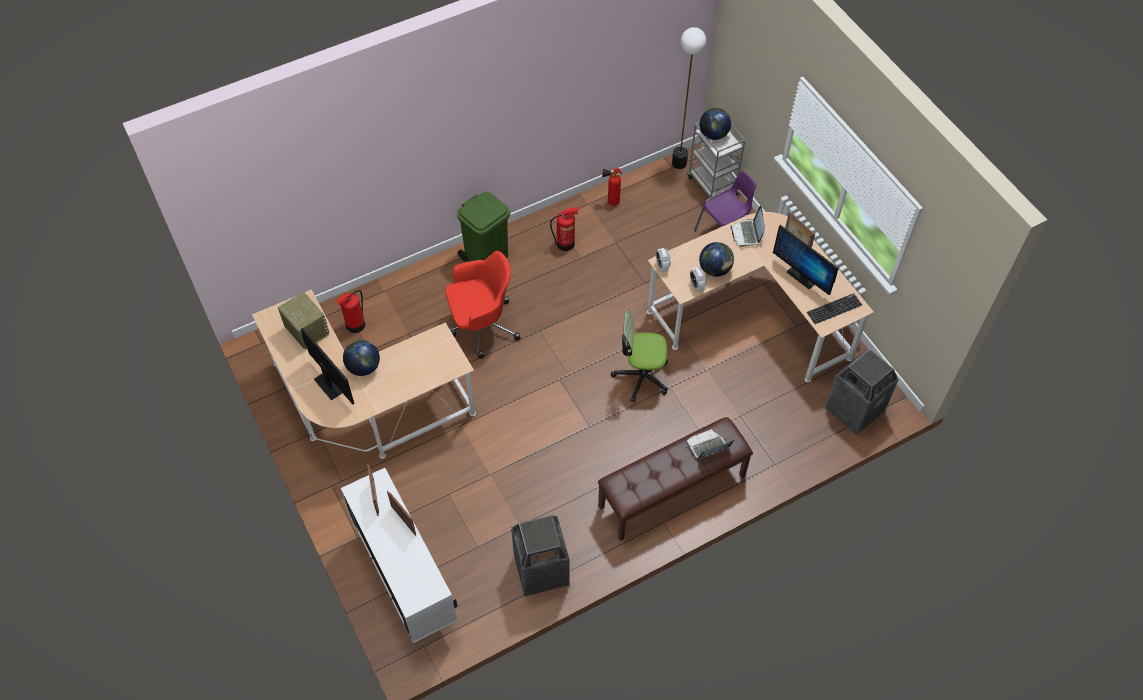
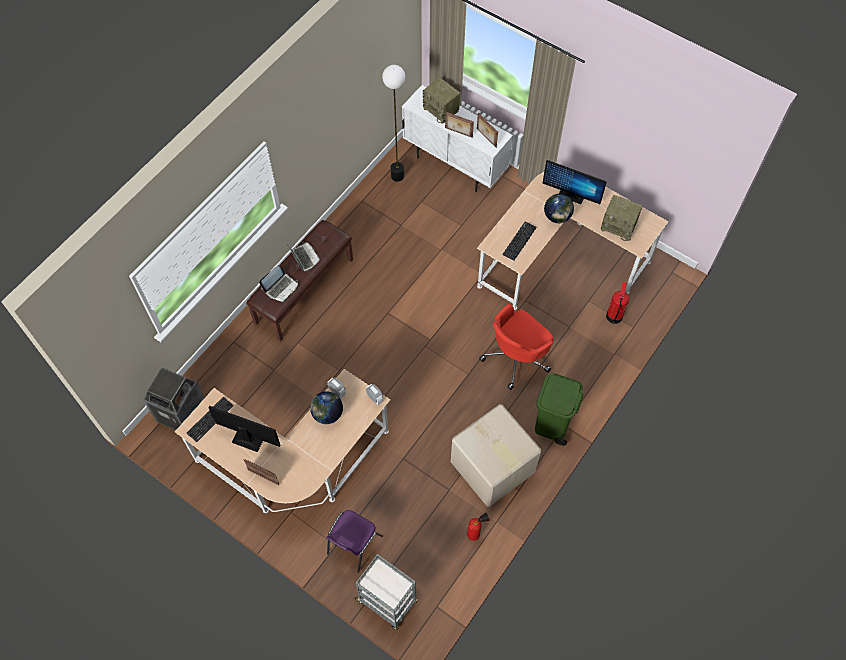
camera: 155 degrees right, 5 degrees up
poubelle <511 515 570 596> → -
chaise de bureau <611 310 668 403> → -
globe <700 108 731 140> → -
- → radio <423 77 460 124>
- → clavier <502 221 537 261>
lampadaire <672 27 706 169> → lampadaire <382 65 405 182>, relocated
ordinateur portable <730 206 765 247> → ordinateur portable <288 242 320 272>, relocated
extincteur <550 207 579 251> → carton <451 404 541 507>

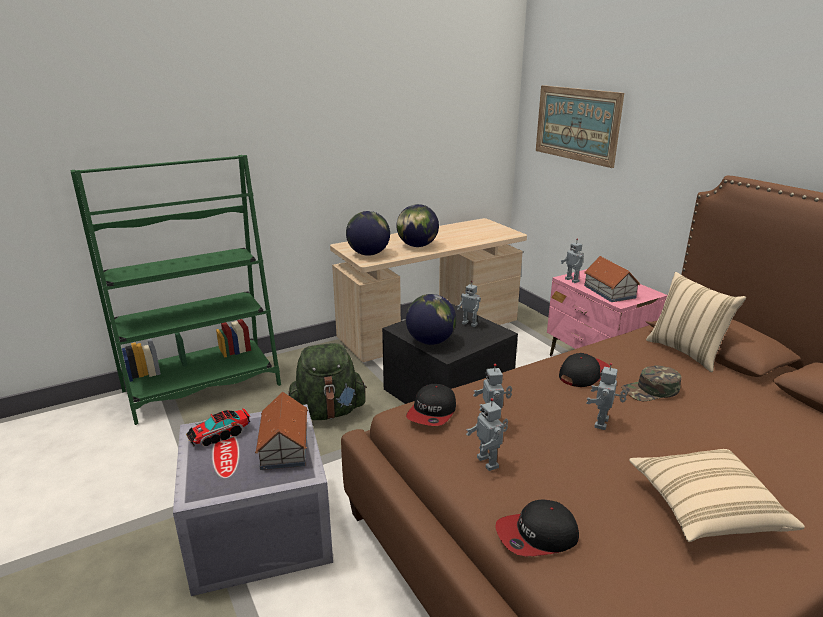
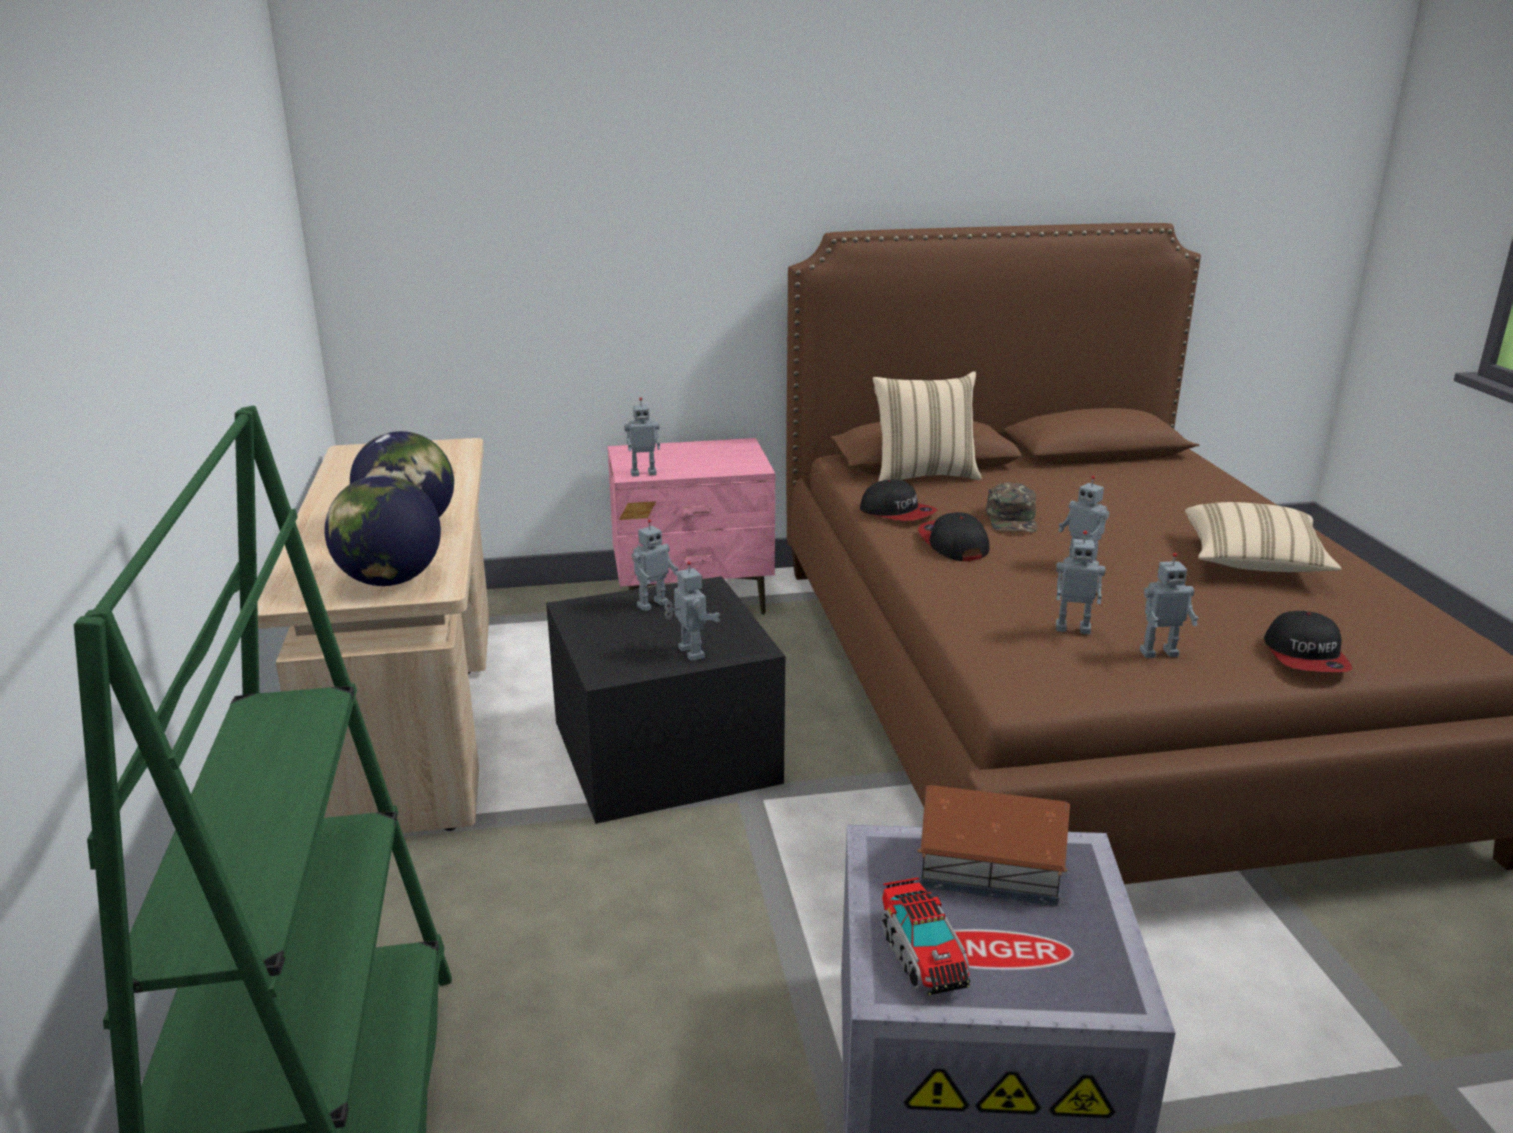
camera: 70 degrees left, 0 degrees up
sac à dos/vert <288 343 367 420> → -
tableau <536 85 624 168> → -
maison miniature <584 256 640 302> → -
casquette <406 384 456 426> → casquette <860 480 937 521>, relocated
globe <406 294 456 345> → robot jouet <664 561 720 661>

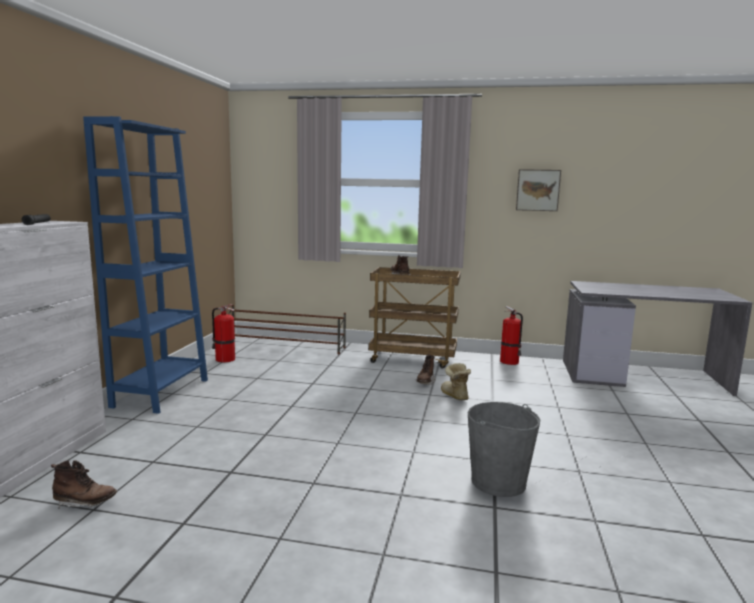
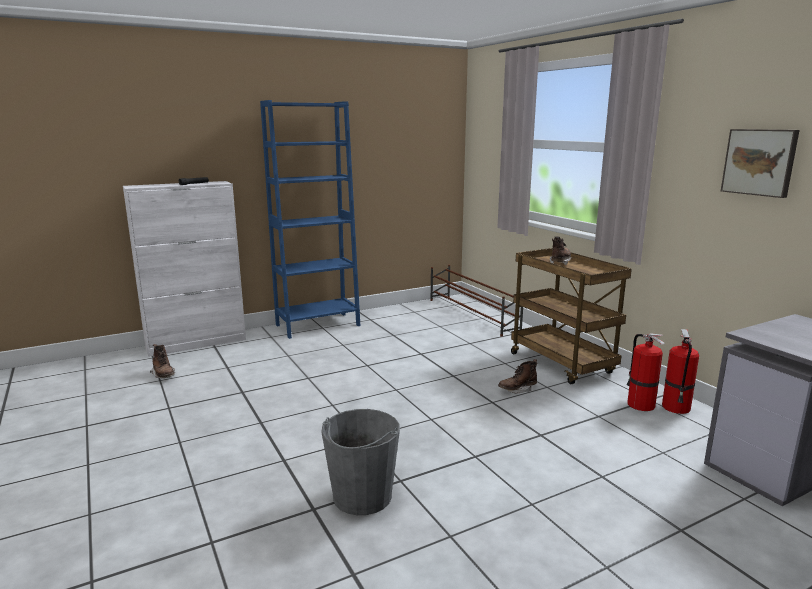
camera: 50 degrees right, 5 degrees up
botte <441 363 471 400> → -
extincteur <212 304 235 362> → extincteur <627 333 665 411>, relocated

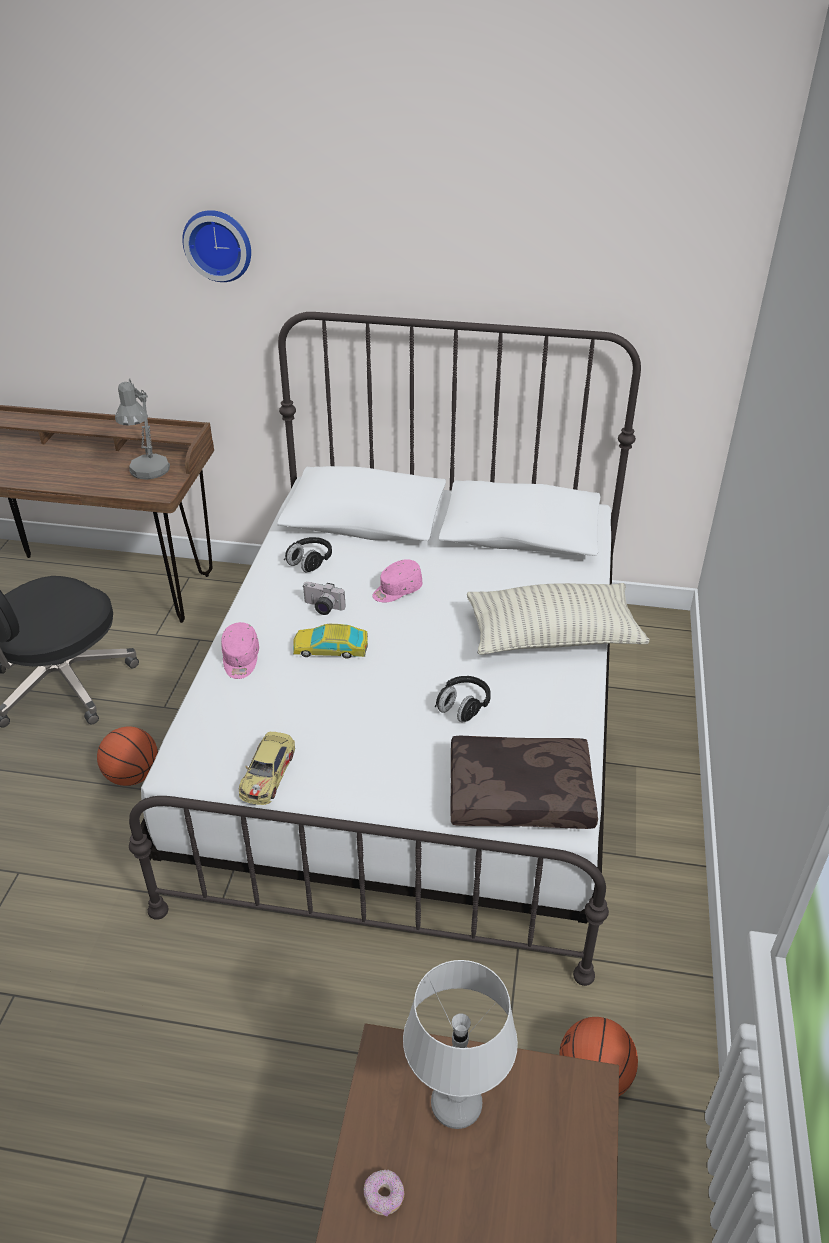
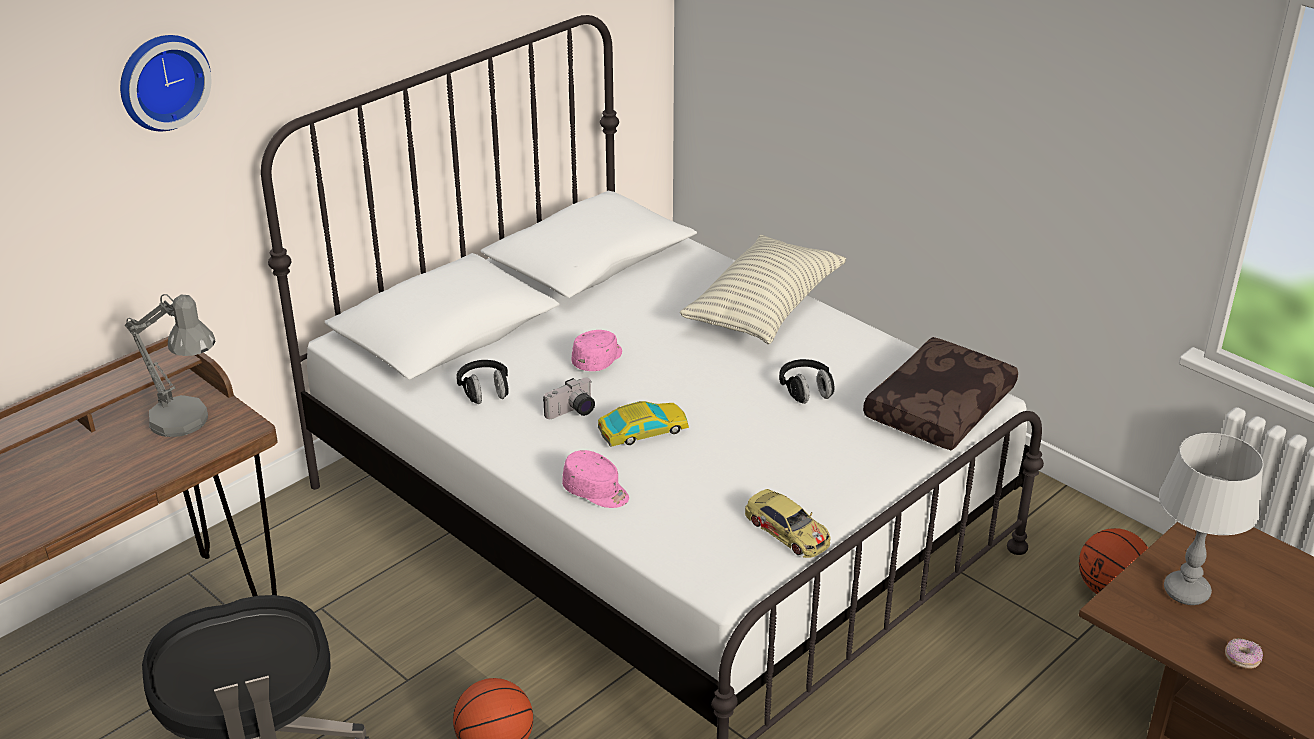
camera: 55 degrees left, 5 degrees down
petite voiture <293 624 368 659> → petite voiture <598 401 689 447>, 150 degrees counterclockwise
casquette/rose <373 559 423 602> → casquette/rose <572 330 622 371>, 150 degrees counterclockwise

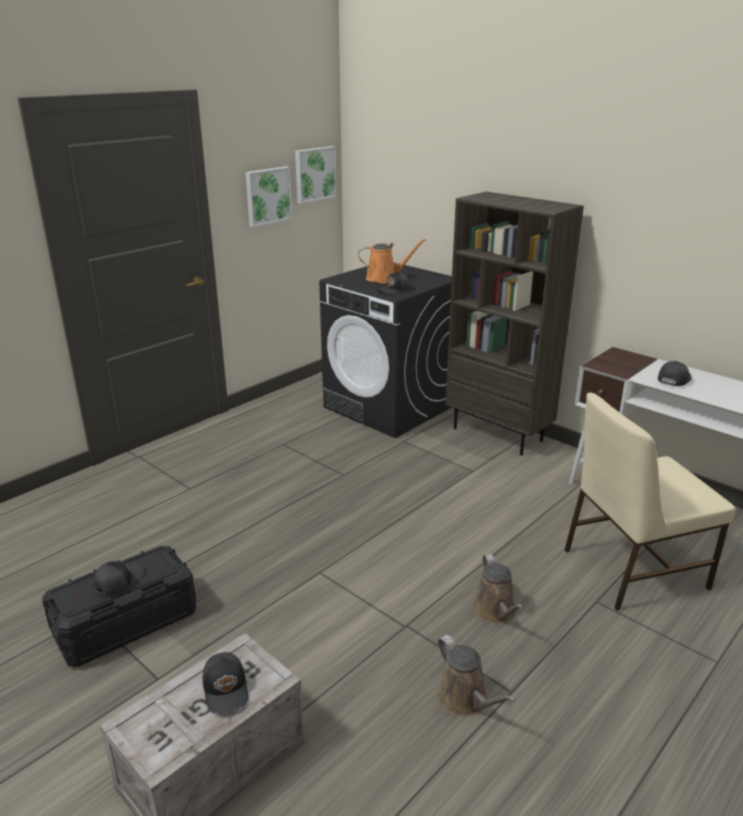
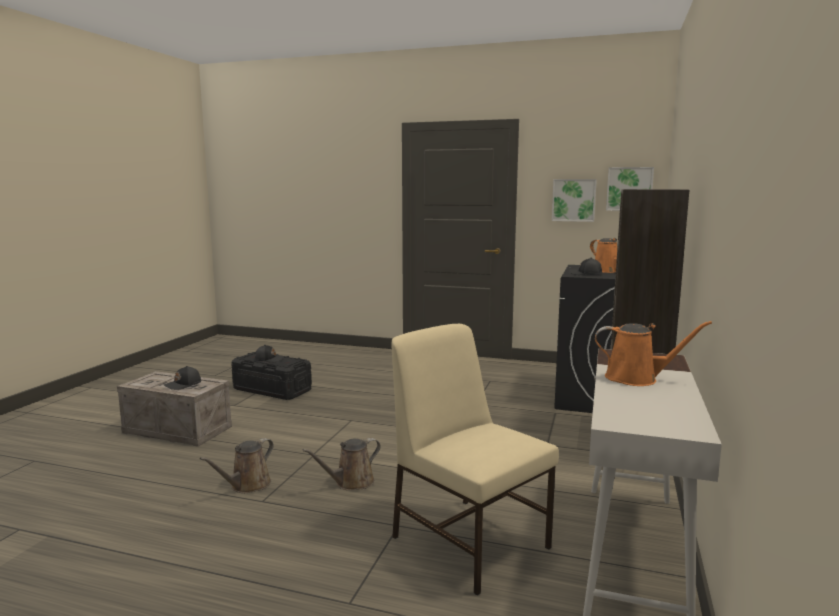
camera: 65 degrees right, 15 degrees down
casquette/noir <658 361 692 386> → arrosoir/orange <595 321 712 386>

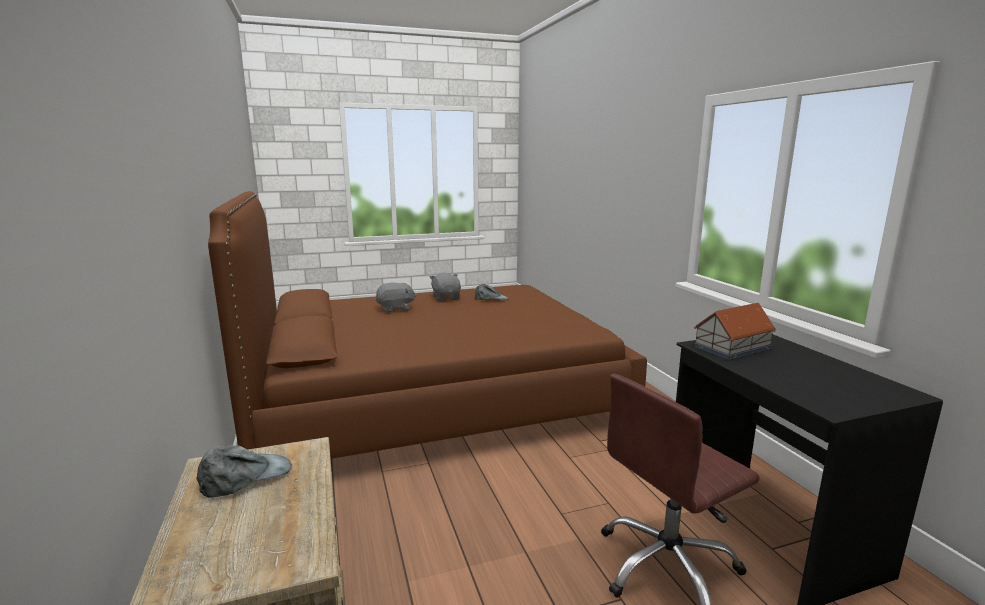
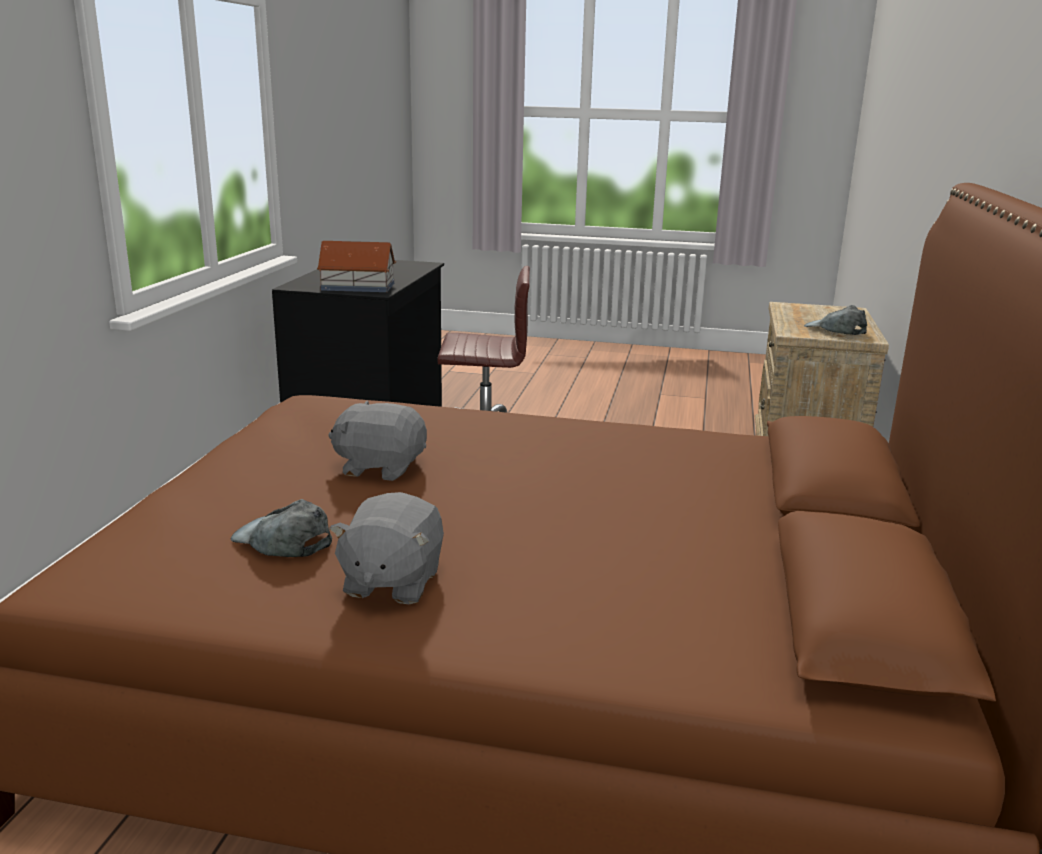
camera: 150 degrees left, 5 degrees up
peluche/gris <376 283 417 313> → peluche/gris <329 401 427 481>, relocated
casquette/gris <196 445 292 497> → casquette/gris <804 305 867 335>, 60 degrees clockwise

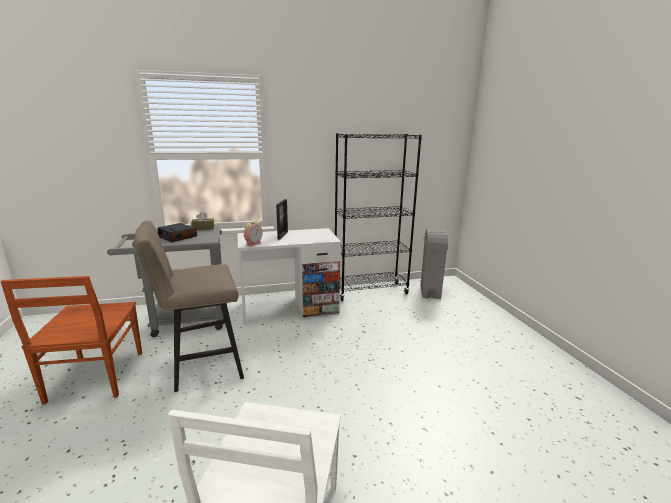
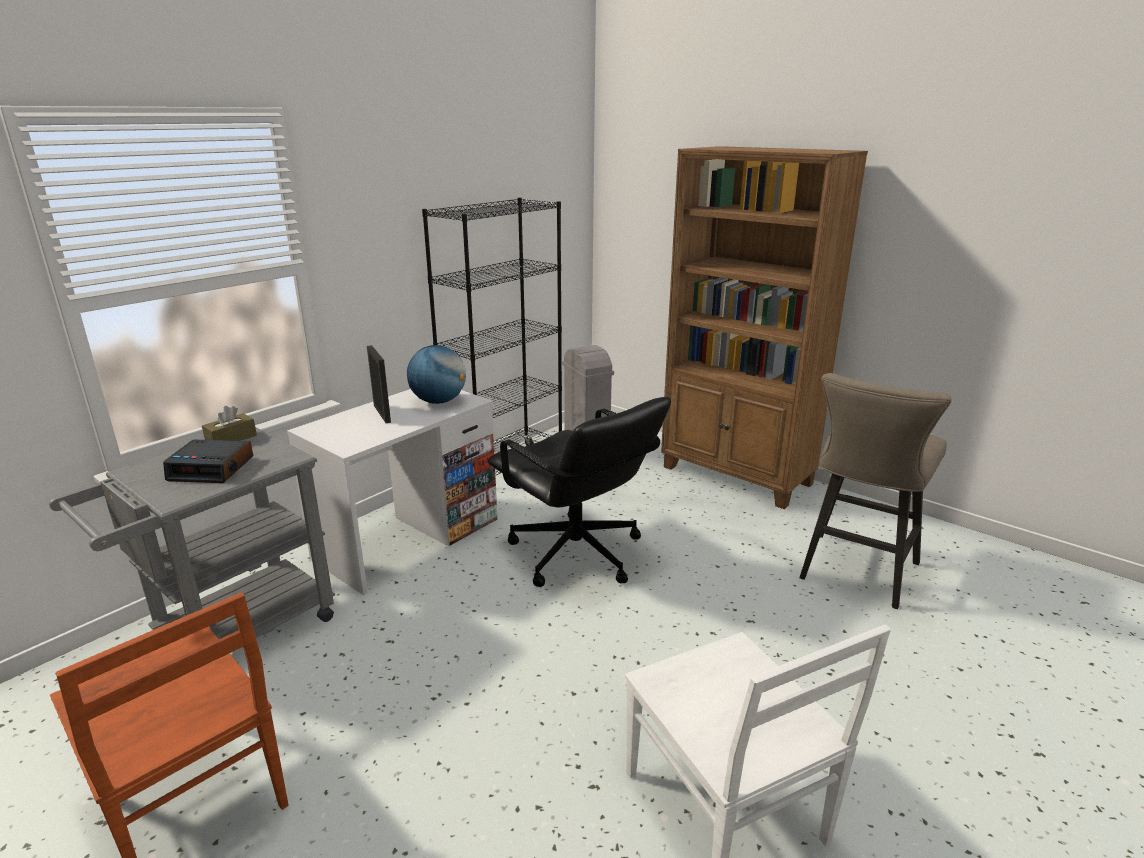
camera: 35 degrees left, 5 degrees up
réveil <244 221 263 247> → -
- → globe <407 345 466 404>
- → chaise de bureau/noir <488 397 671 587>
- → bibliothèque/marron <661 146 868 509>
tabouret/beige <134 221 244 392> → tabouret/beige <800 373 952 609>, relocated

